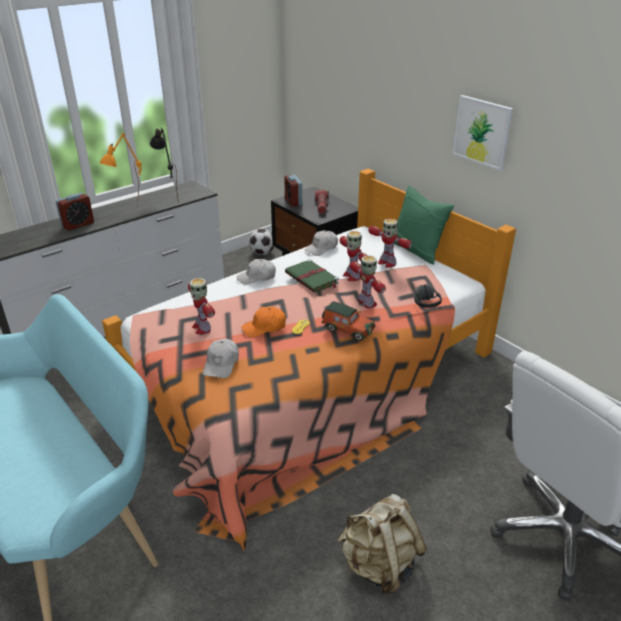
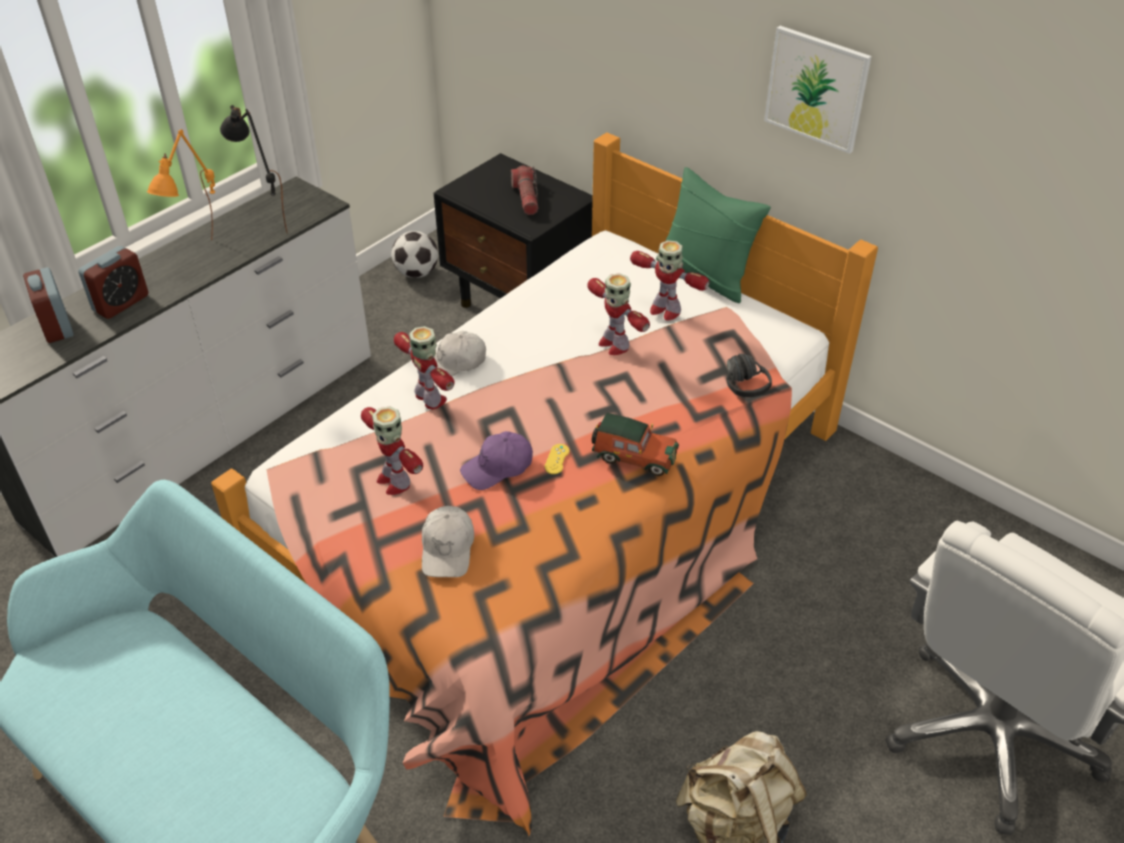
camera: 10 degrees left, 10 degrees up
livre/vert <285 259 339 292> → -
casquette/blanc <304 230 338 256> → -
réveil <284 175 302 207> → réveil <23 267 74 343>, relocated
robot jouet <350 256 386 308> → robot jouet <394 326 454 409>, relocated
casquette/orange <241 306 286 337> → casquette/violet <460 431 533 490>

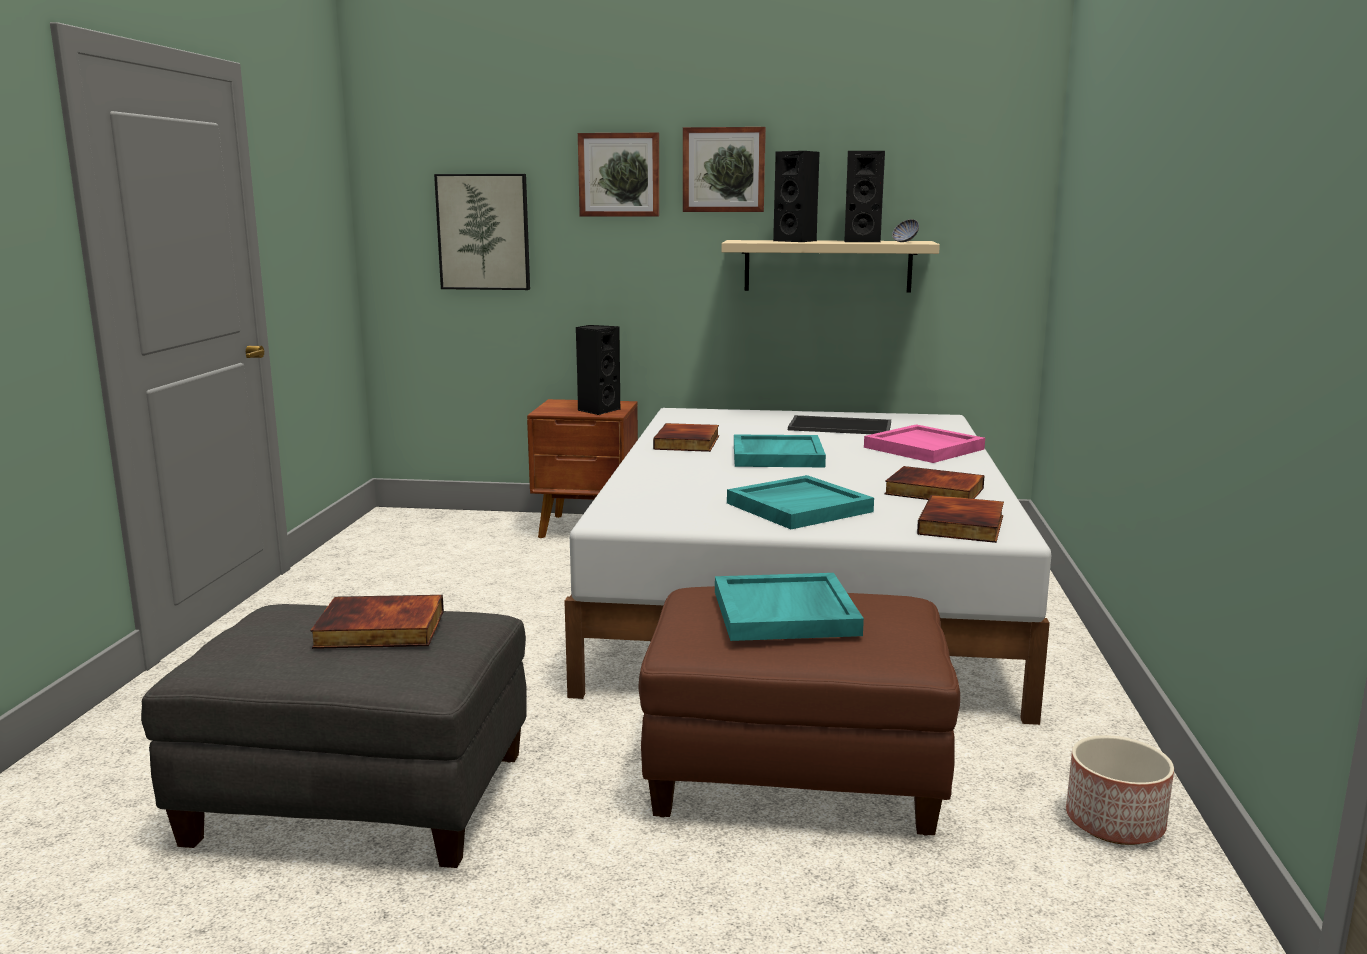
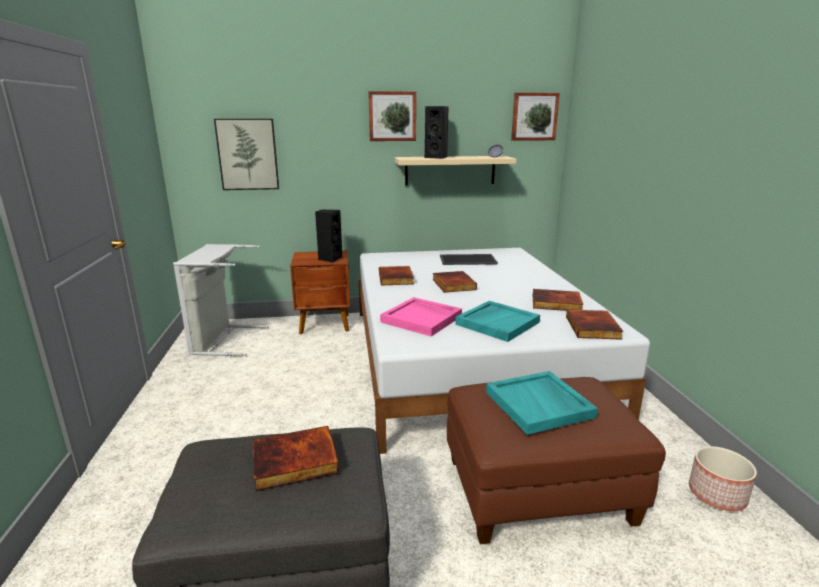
camera: 15 degrees left, 5 degrees up
enceinte/noir <844 151 885 242> → -
- → panier à linge/gris <173 244 269 356>
tableau <578 132 659 217> → tableau <511 92 560 141>, relocated
plateau/rose <864 424 985 463> → plateau/rose <380 297 462 337>, relocated
plateau/turquoise <734 435 826 467> → livre <432 271 477 293>

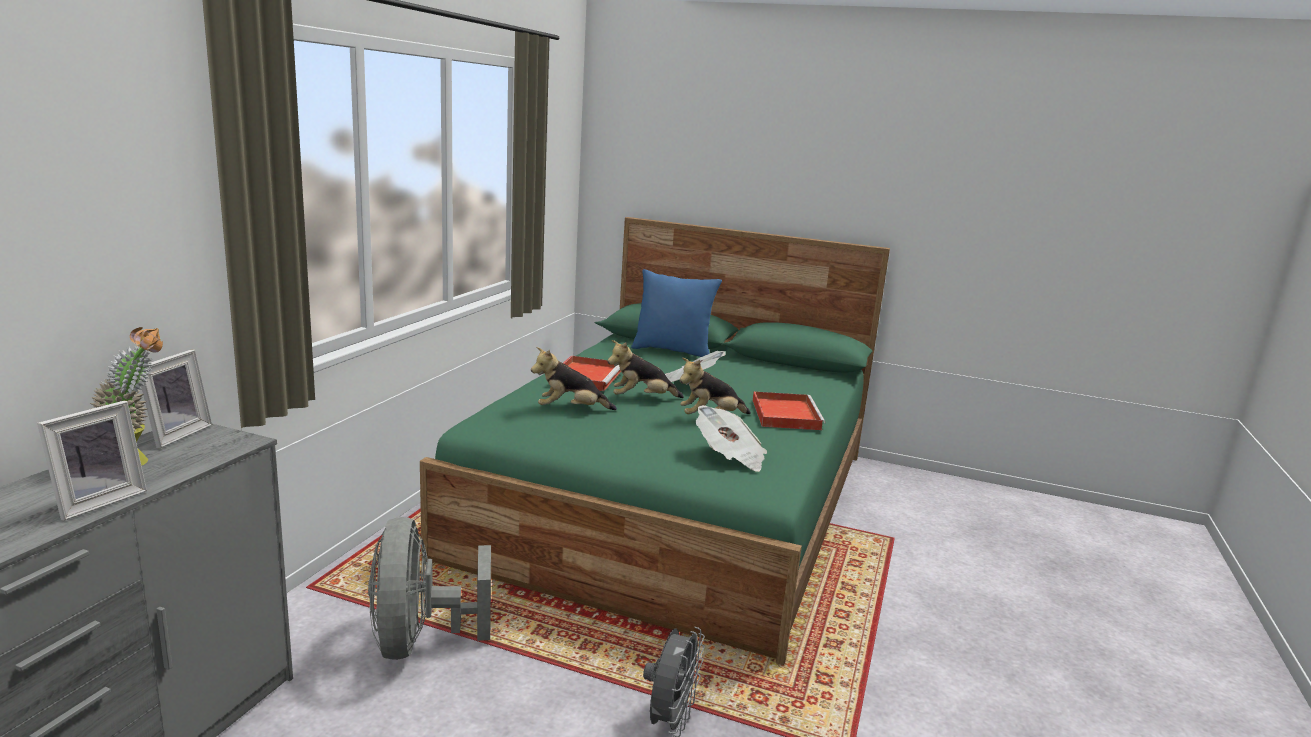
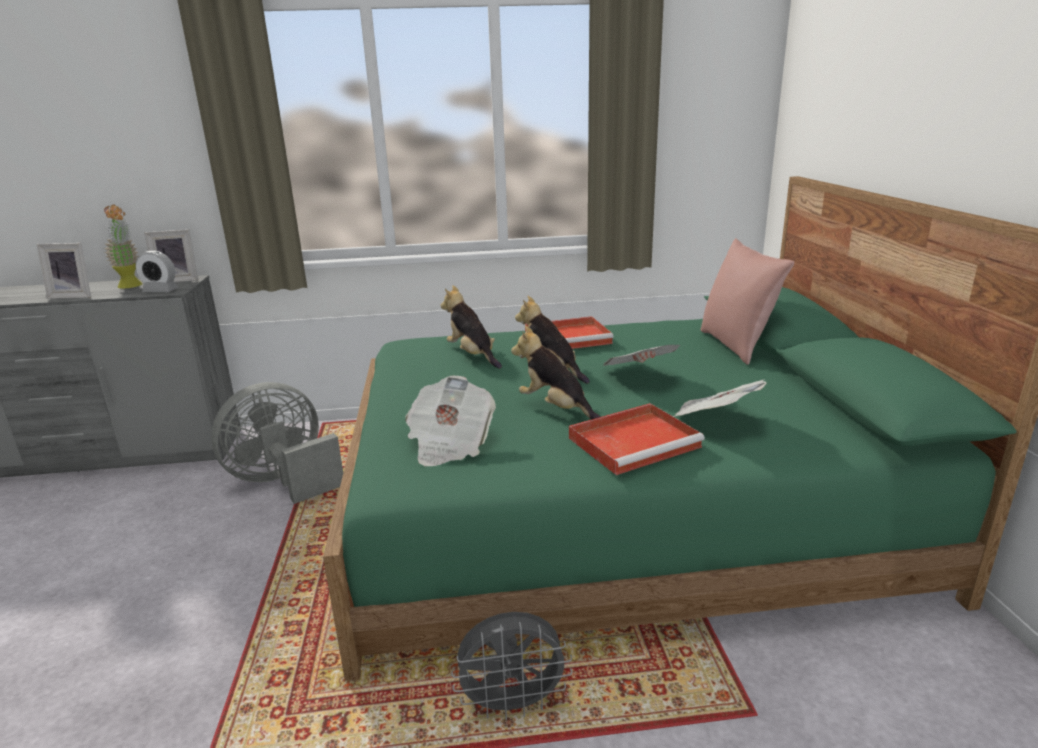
camera: 65 degrees right, 5 degrees up
- → réveil <135 251 179 292>
- → journal <673 379 767 417>
ventilateur/gris <643 627 705 737> → ventilateur/gris <451 612 572 720>, relocated
coussin/bleu <631 269 722 357> → coussin/rose <701 238 794 365>

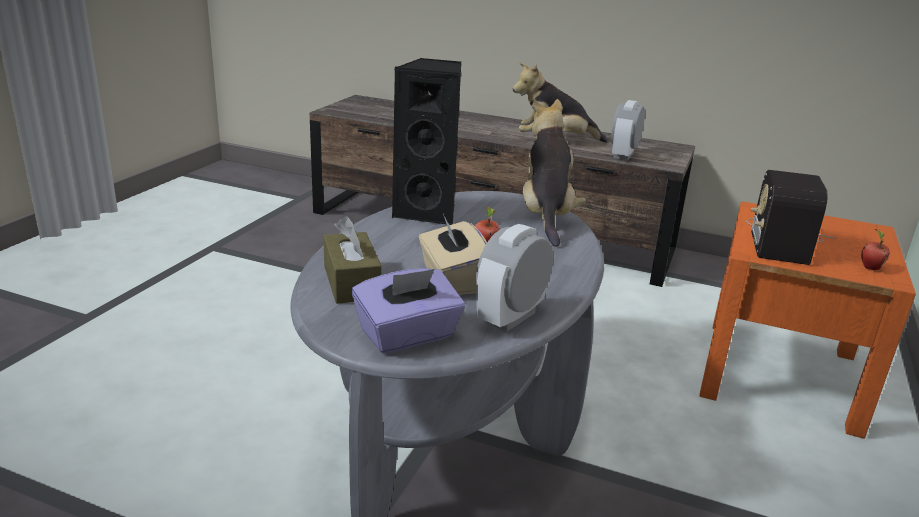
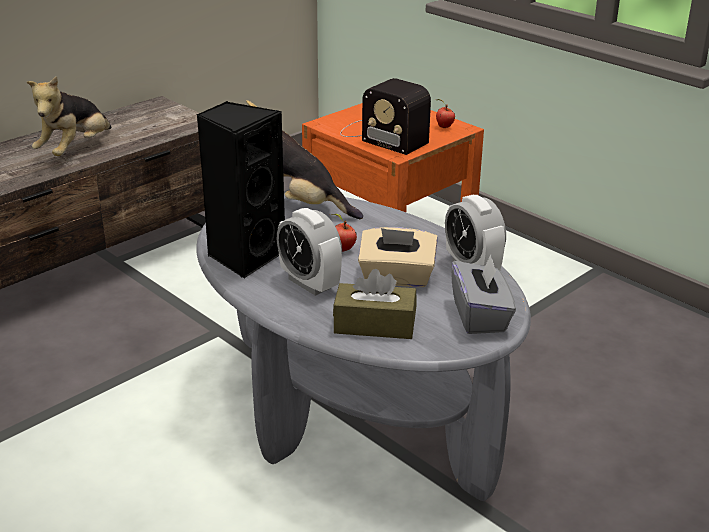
camera: 65 degrees left, 5 degrees up
réveil <611 100 645 160> → réveil <277 208 342 296>, relocated
boîte à mouchoirs/violet <352 268 465 353> → boîte à mouchoirs/gris <451 255 516 334>

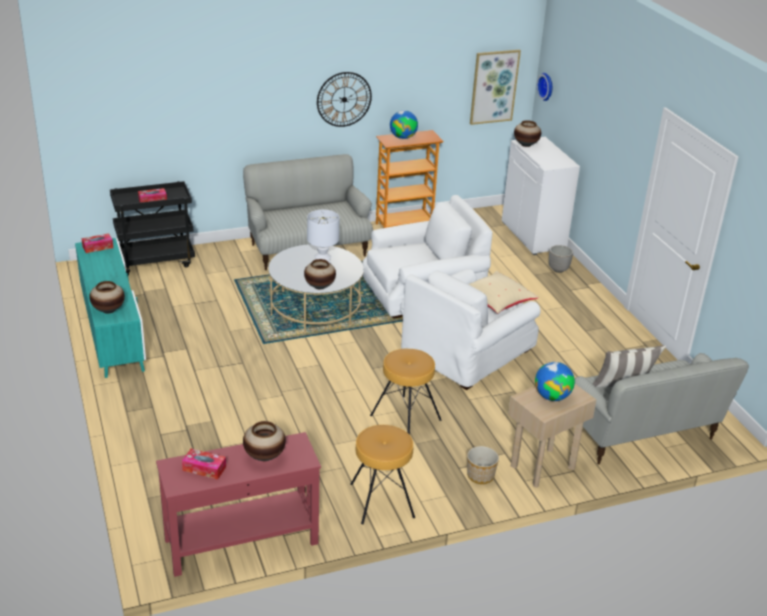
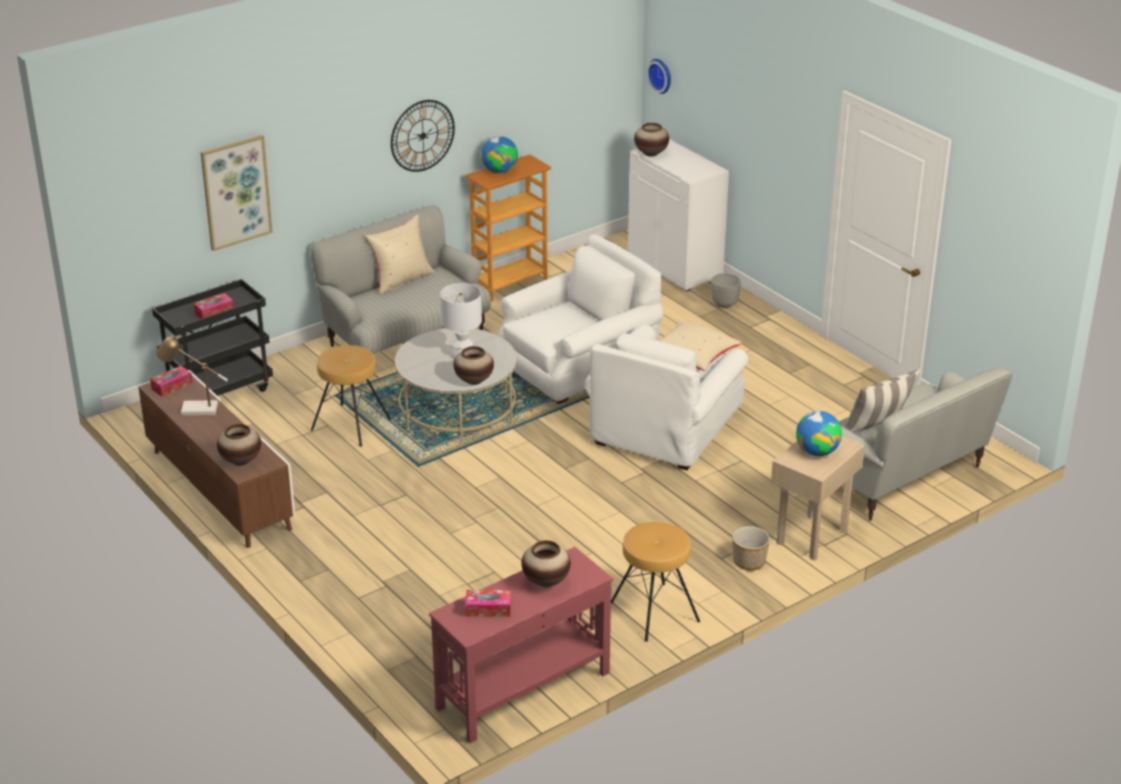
camera: 15 degrees left, 0 degrees up
- → lampe de table <156 336 228 415>
- → coussin/beige <365 215 435 295>
tabouret/marron <370 349 442 435> → tabouret/marron <311 345 391 447>, relocated
tableau <470 50 521 125> → tableau <201 135 273 251>, relocated
meuble télé/turquoise <75 238 146 378> → meuble télé/marron <138 370 295 548>

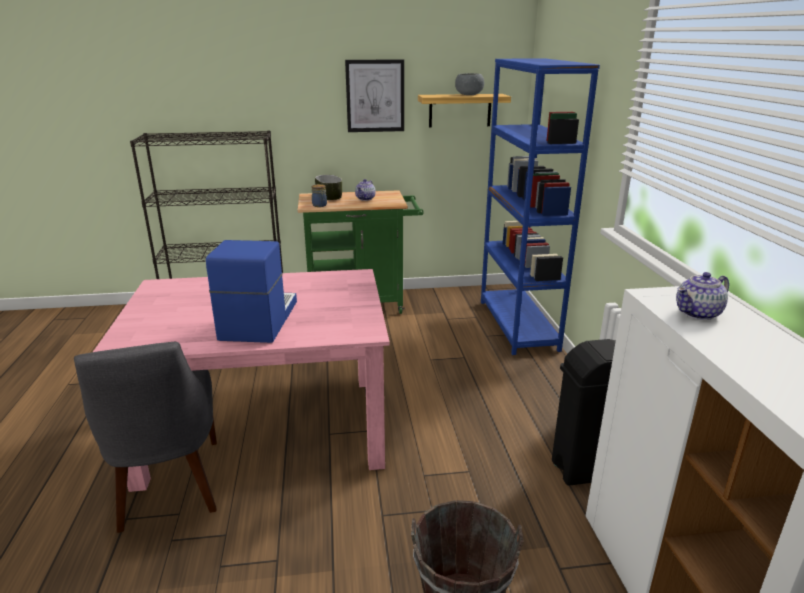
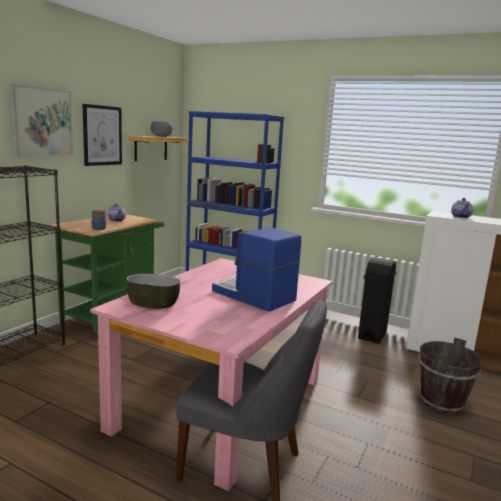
camera: 55 degrees left, 10 degrees down
- → tableau <10 84 73 157>
bol <315 175 342 200> → bol <126 274 180 309>, relocated

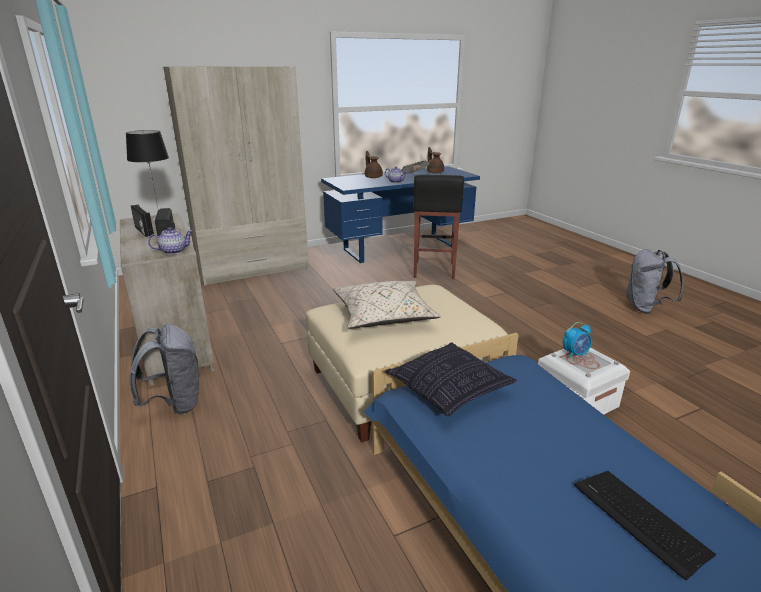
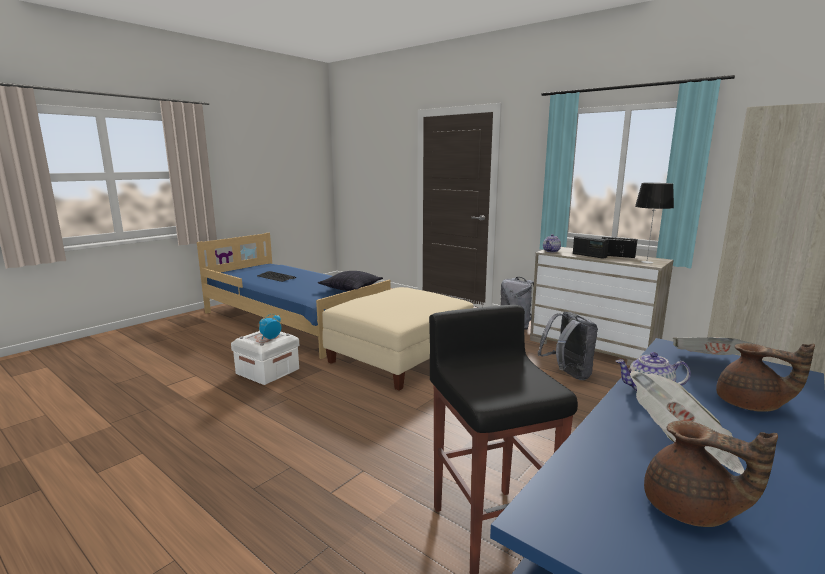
camera: 155 degrees right, 10 degrees down
coussin/beige <333 281 441 329> → -
- → journal <673 337 754 355>
sac à dos/gris <626 249 684 314> → sac à dos/gris <538 312 598 380>, relocated

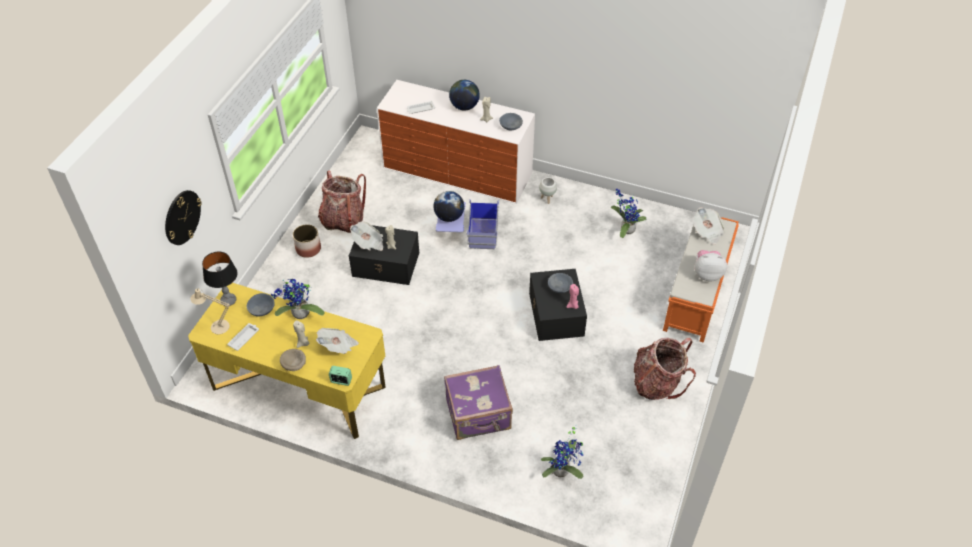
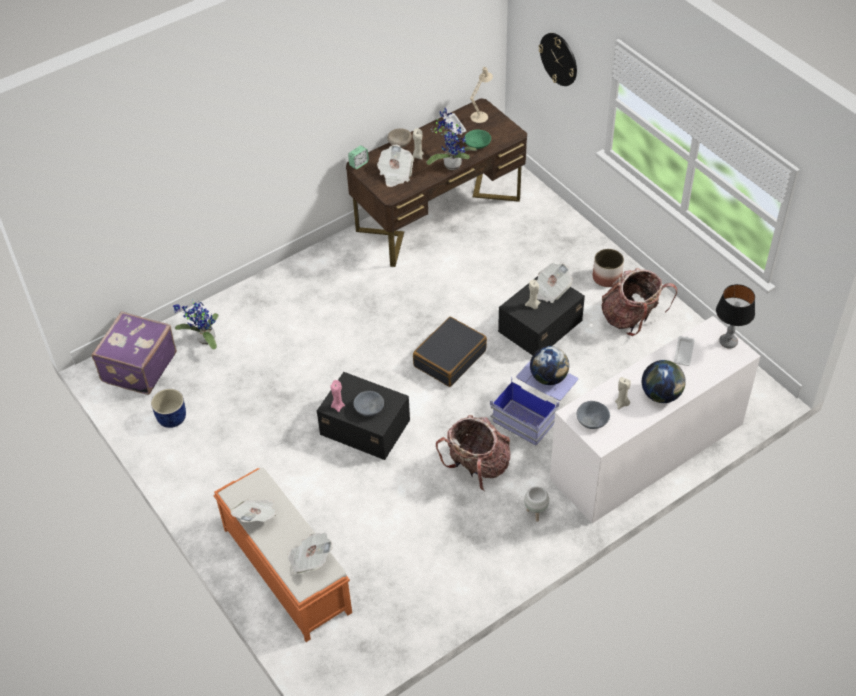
camera: 125 degrees right, 0 degrees up
plante en pot <611 189 646 238> → -
- → cache-pot/bleu <151 389 186 428>
- → valise/noir <413 317 487 387>
lampe de table <202 252 238 306> → lampe de table <716 284 755 349>, relocated
valise/violet <444 365 513 440> → valise/violet <91 311 177 395>, relocated
sac à dos <634 338 696 400> → sac à dos <436 415 510 492>, relocated
peluche <694 250 727 282> → journal <230 499 276 522>
bureau/jaune <188 283 386 439> → bureau/marron <346 98 527 267>
bol/gris <247 293 275 316> → bol/vert <465 129 491 149>

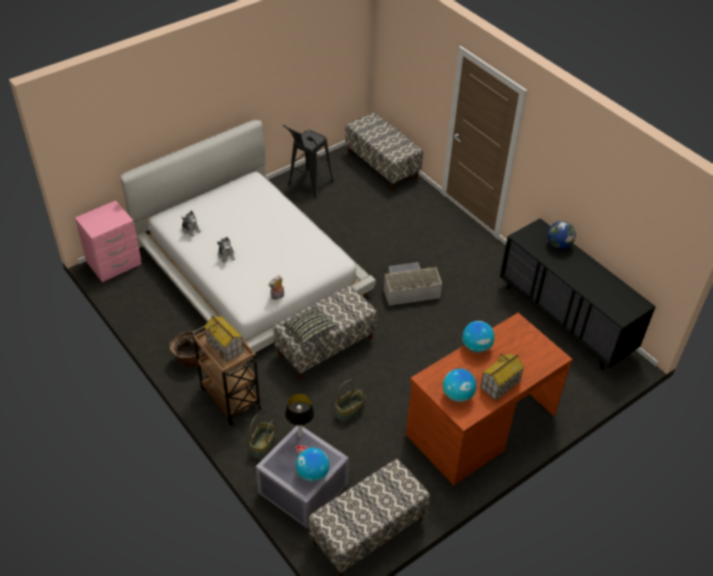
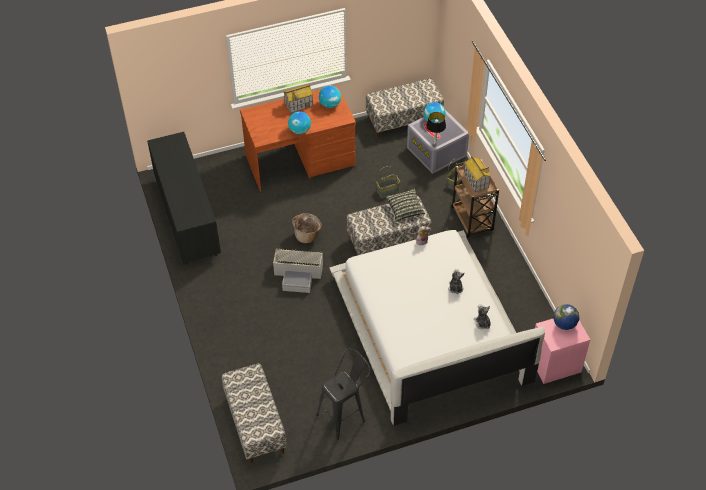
camera: 160 degrees left, 5 degrees up
panier <169 331 205 368> → panier <292 213 322 243>, relocated
globe <547 221 576 249> → globe <553 304 579 330>, relocated

